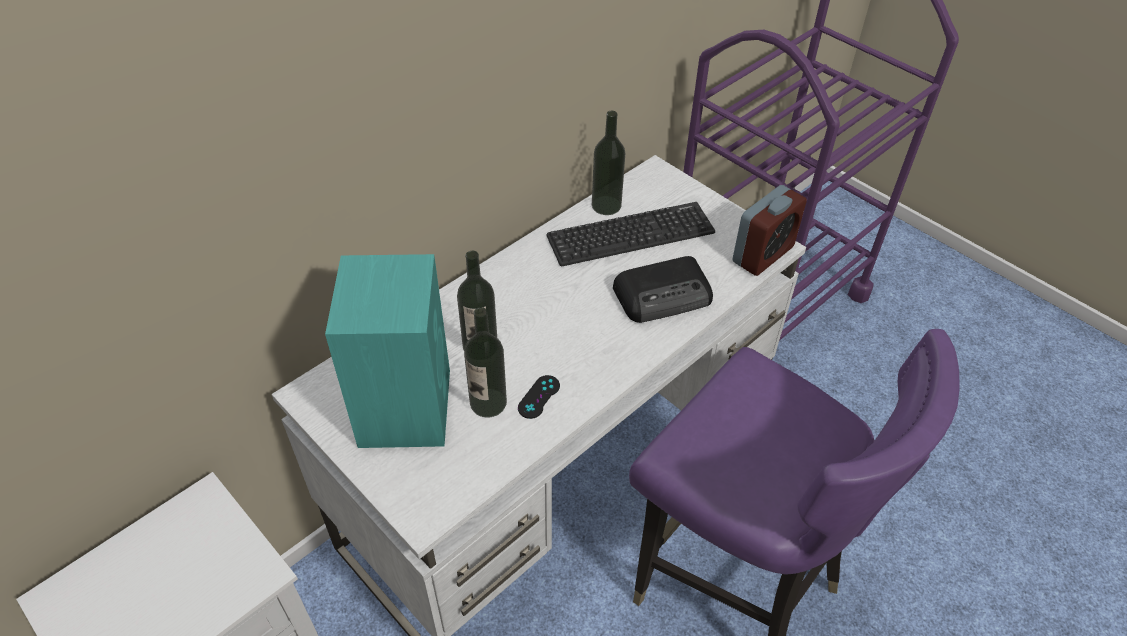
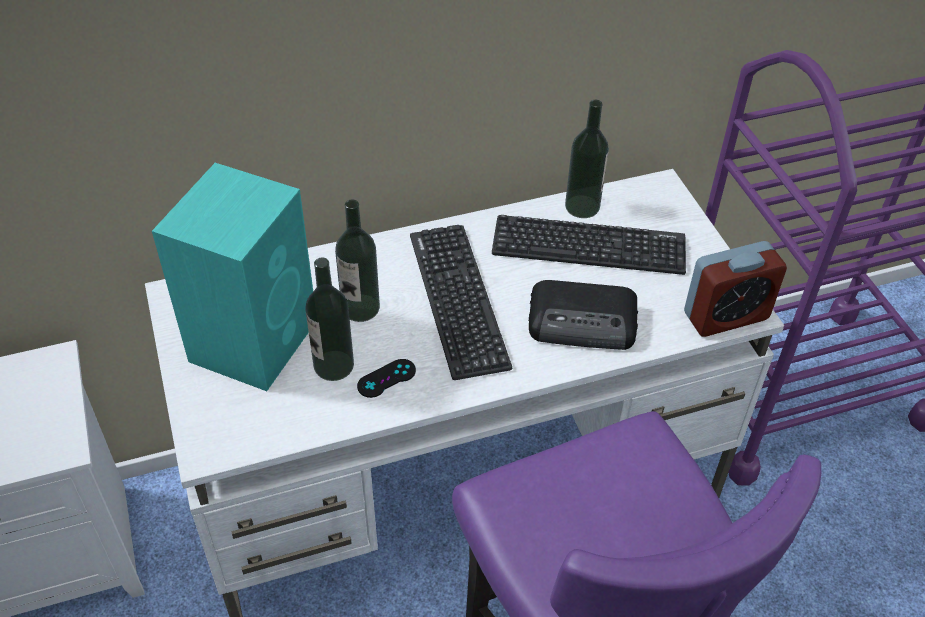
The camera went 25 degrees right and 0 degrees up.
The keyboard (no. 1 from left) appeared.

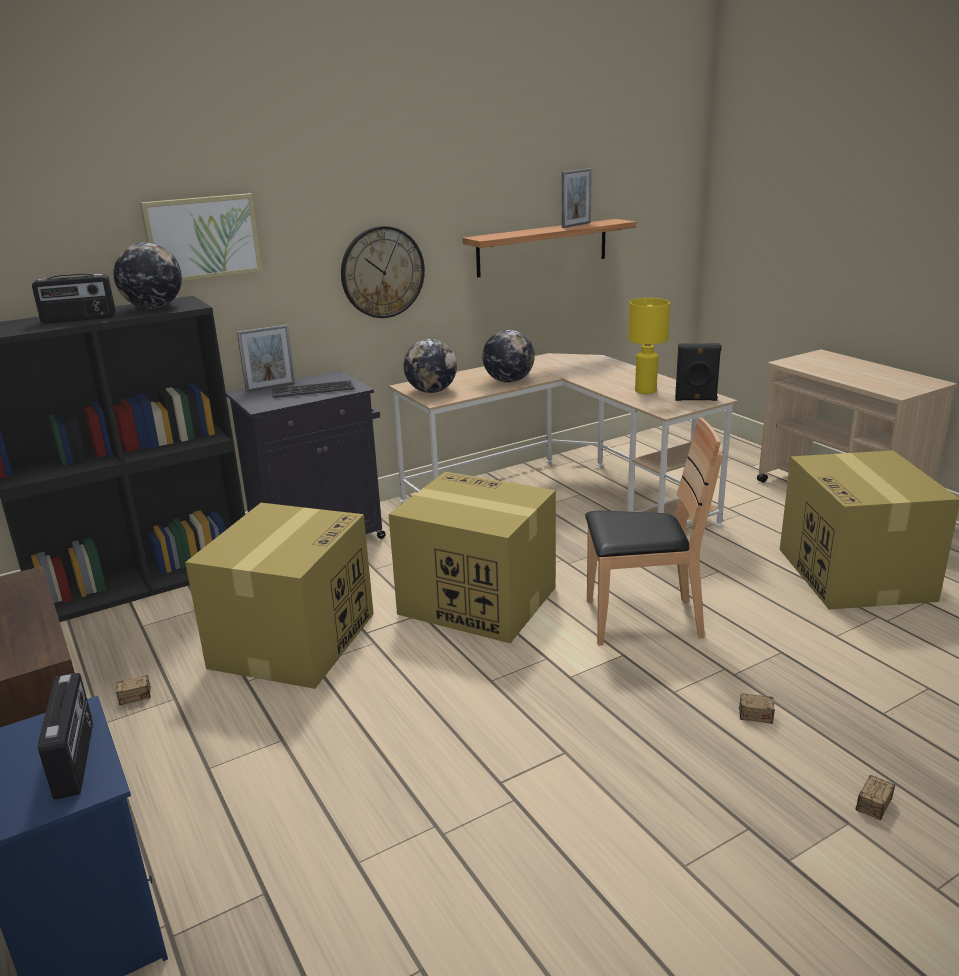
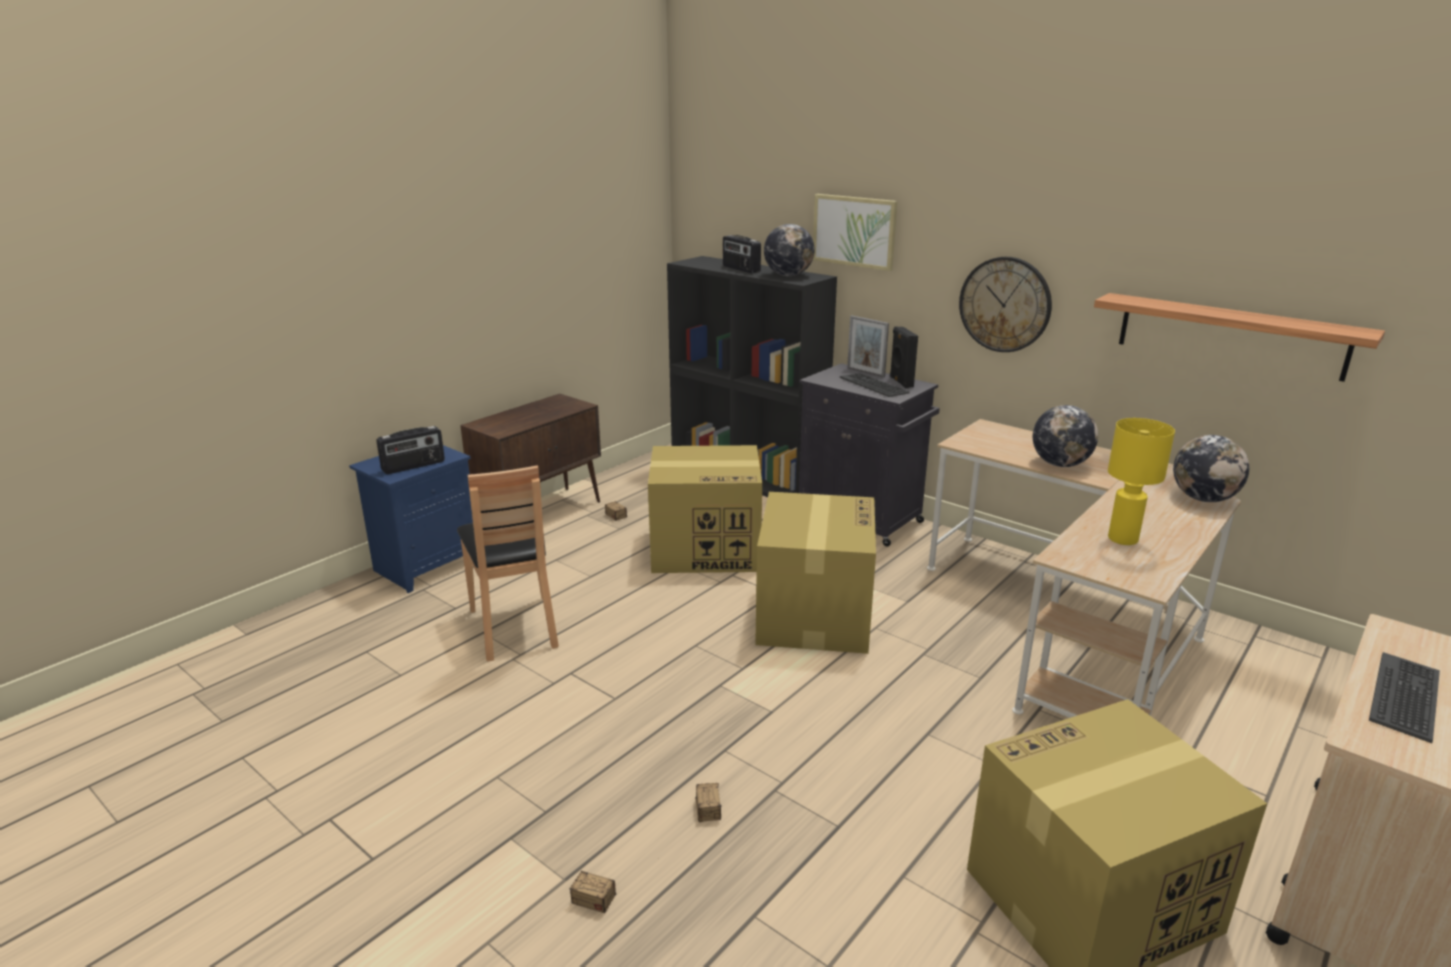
The camera went 70 degrees right and 0 degrees up.
The globe (no. 2 from left in the first image) moved.
The picture frame (no. 2 from left) disappeared.
The brown chair moved.
The black speaker moved.
The keyboard (no. 2 from left) appeared.

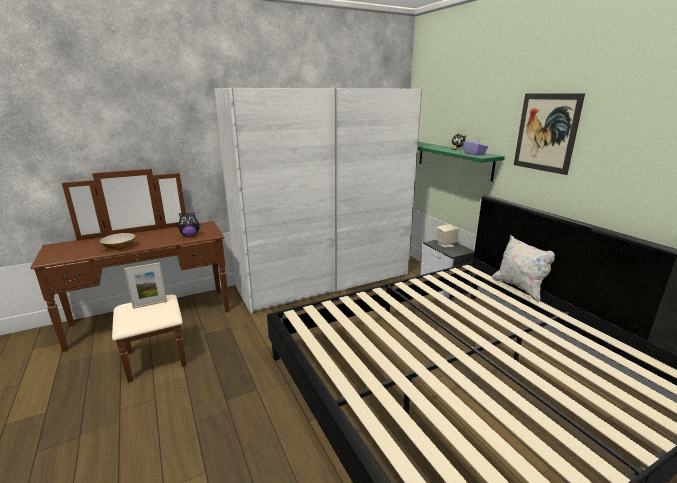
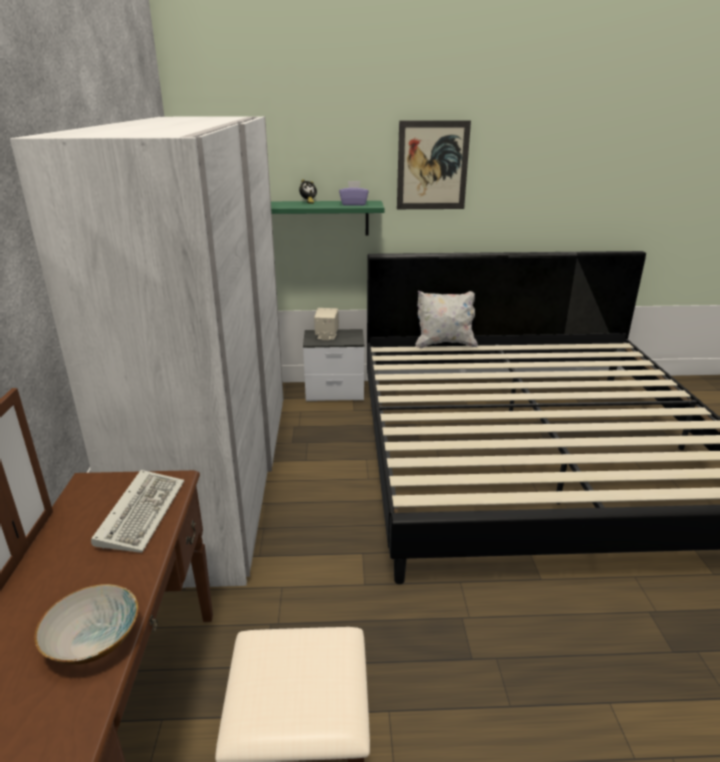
The camera went 65 degrees left and 5 degrees up.
The picture frame disappeared.
The plush toy was replaced by the keyboard.

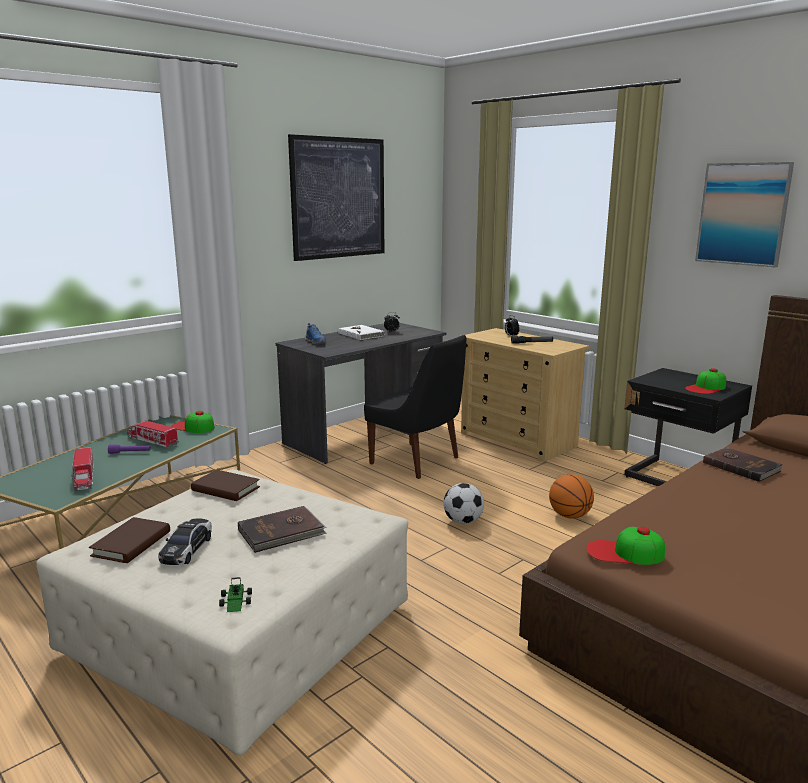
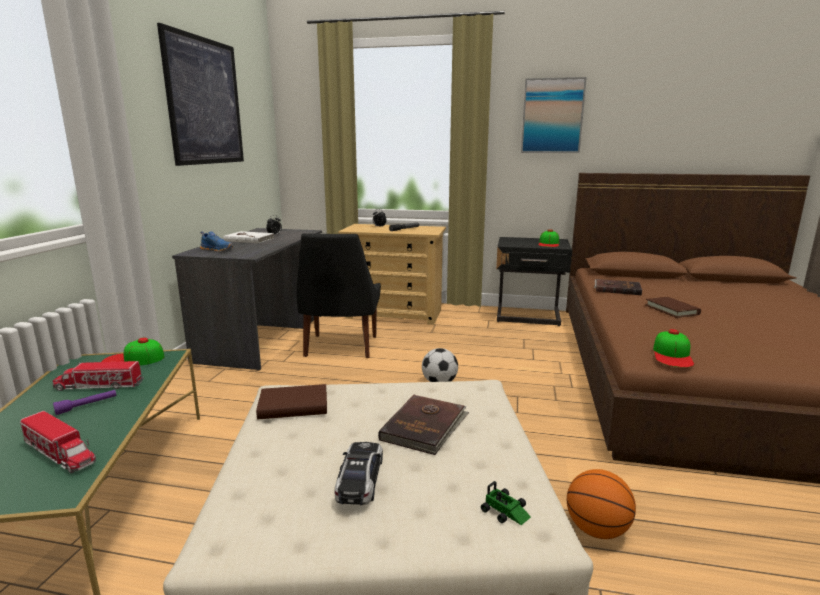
The camera went 35 degrees left and 0 degrees up.
The brown book (no. 1 from left in the first image) moved.
The toy car (no. 1 from left) turned 150 degrees counterclockwise.
The black chair turned 90 degrees clockwise.
The basketball moved.
The cap (no. 2 from left in the first image) turned 45 degrees counterclockwise.

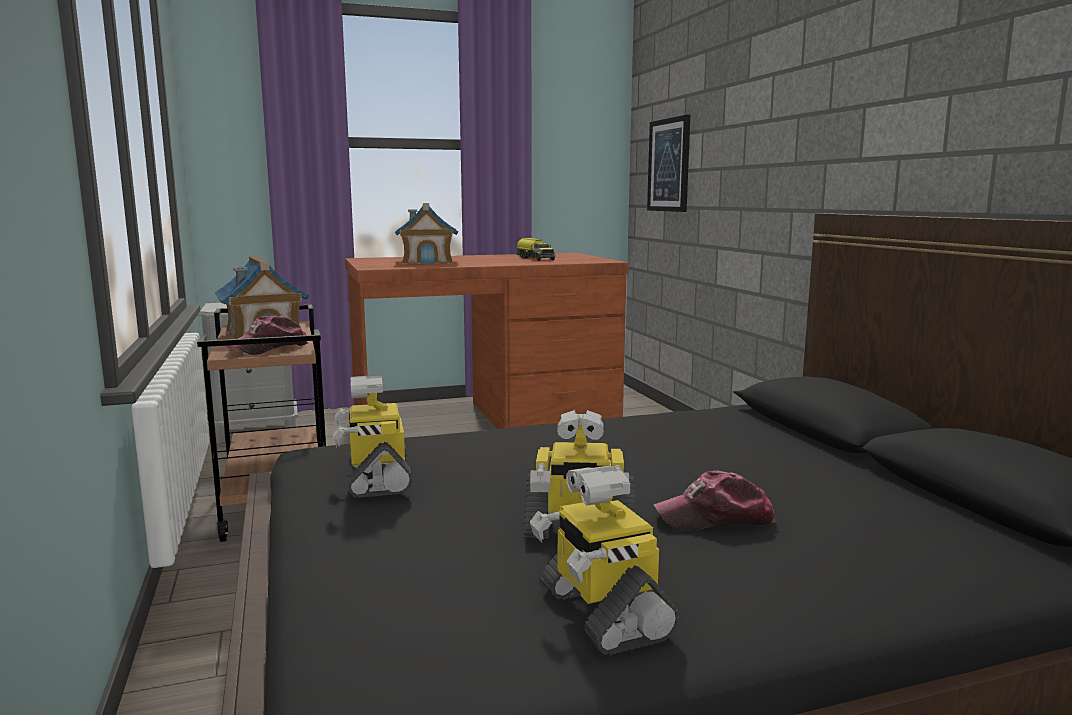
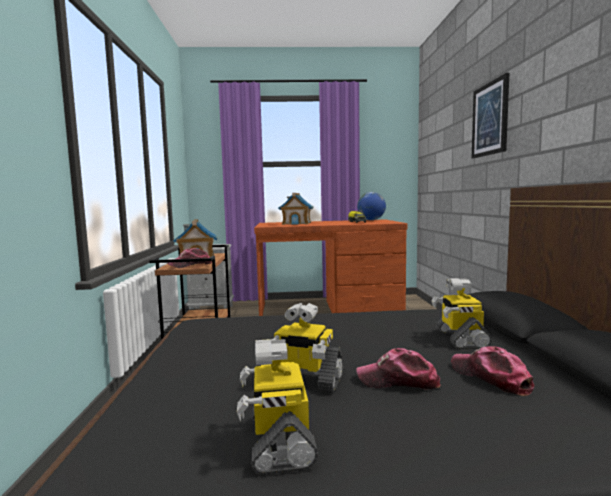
The camera went 15 degrees right and 5 degrees down.
The toy robot (no. 1 from left in the first image) moved.
The picture moved.
The globe appeared.
The cap (no. 3 from left) appeared.

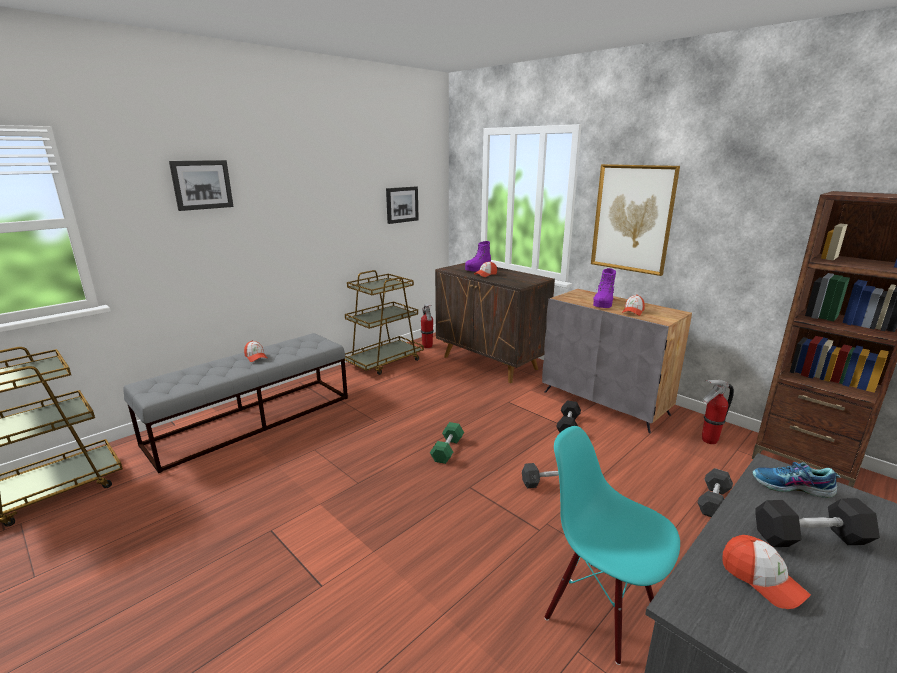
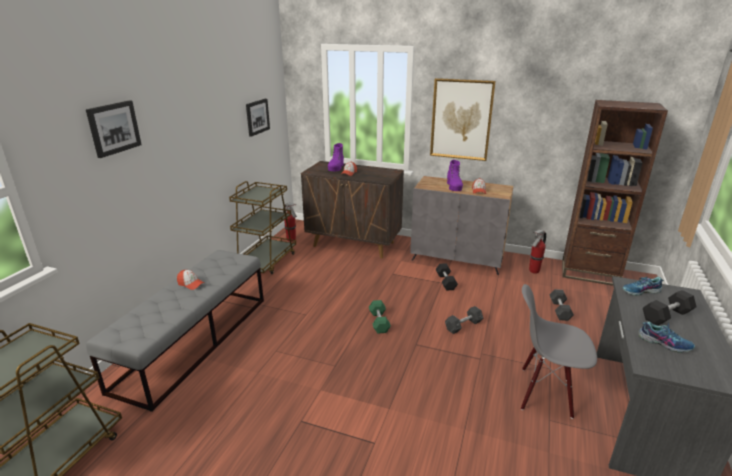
The camera went 25 degrees left and 5 degrees up.
The turquoise chair became the grey chair.
The cap (no. 4 from left) was replaced by the shoe (no. 2 from left).

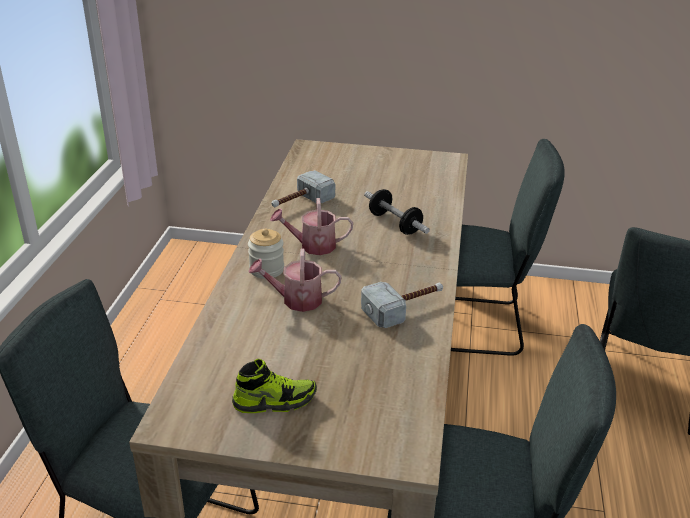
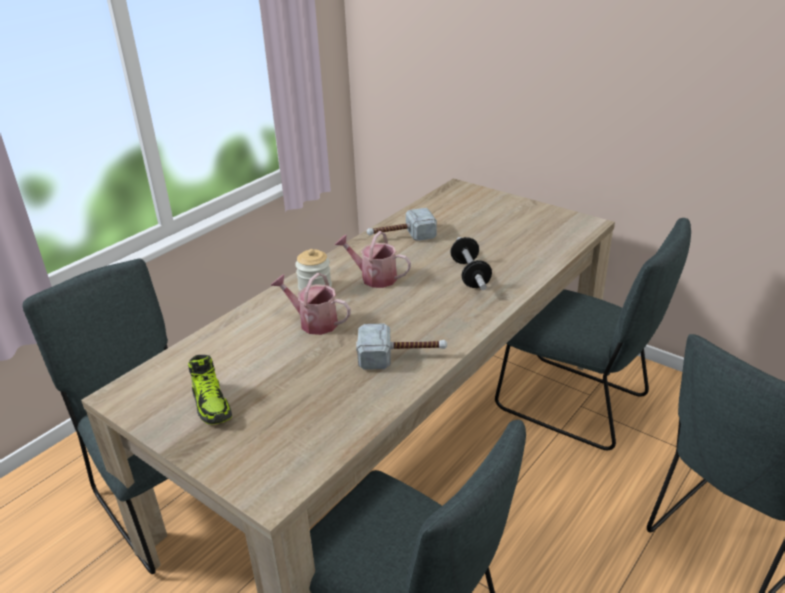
The camera went 30 degrees right and 0 degrees up.
The shoe turned 45 degrees clockwise.

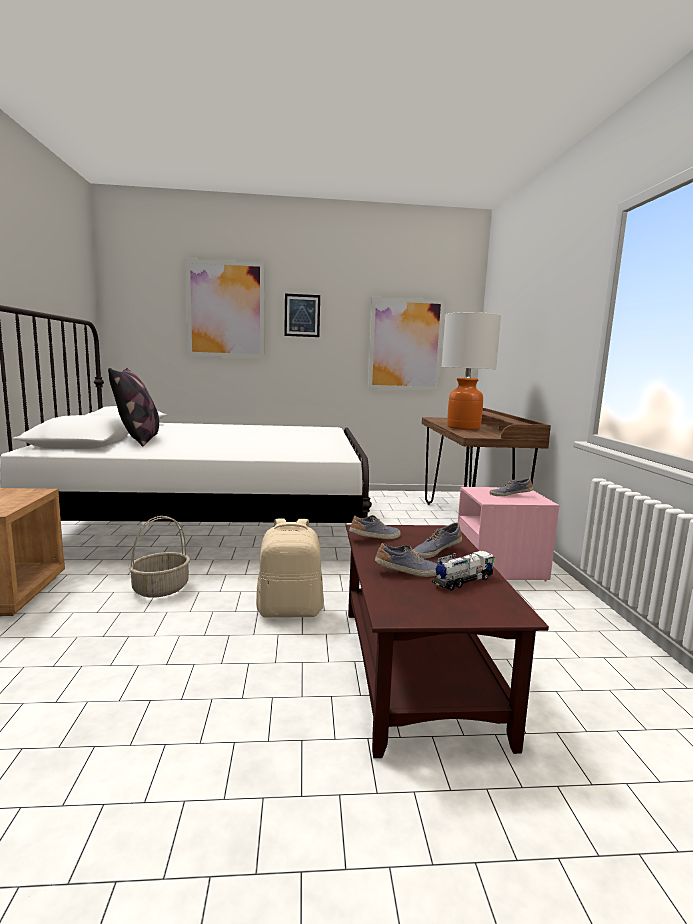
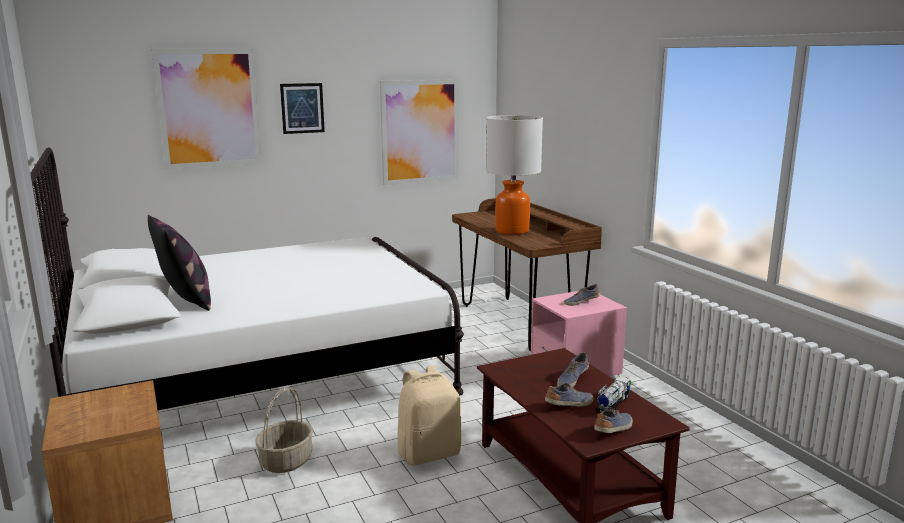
The camera went 20 degrees left and 5 degrees up.
The shoe (no. 1 from left in the first image) moved.

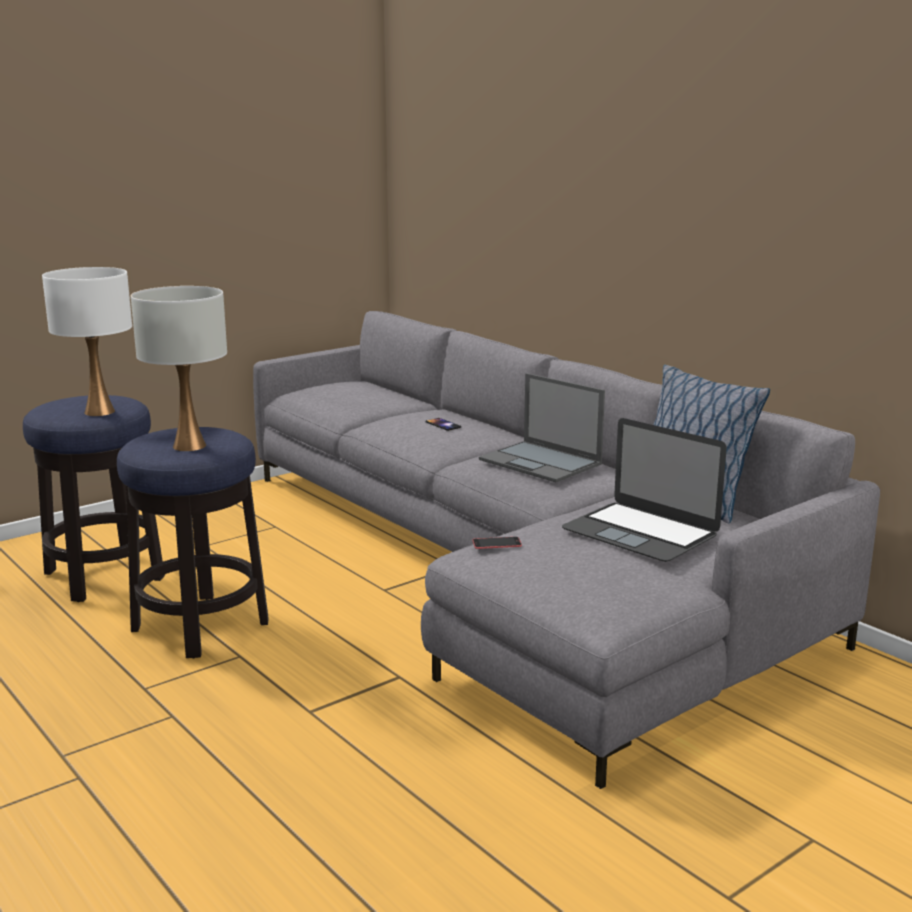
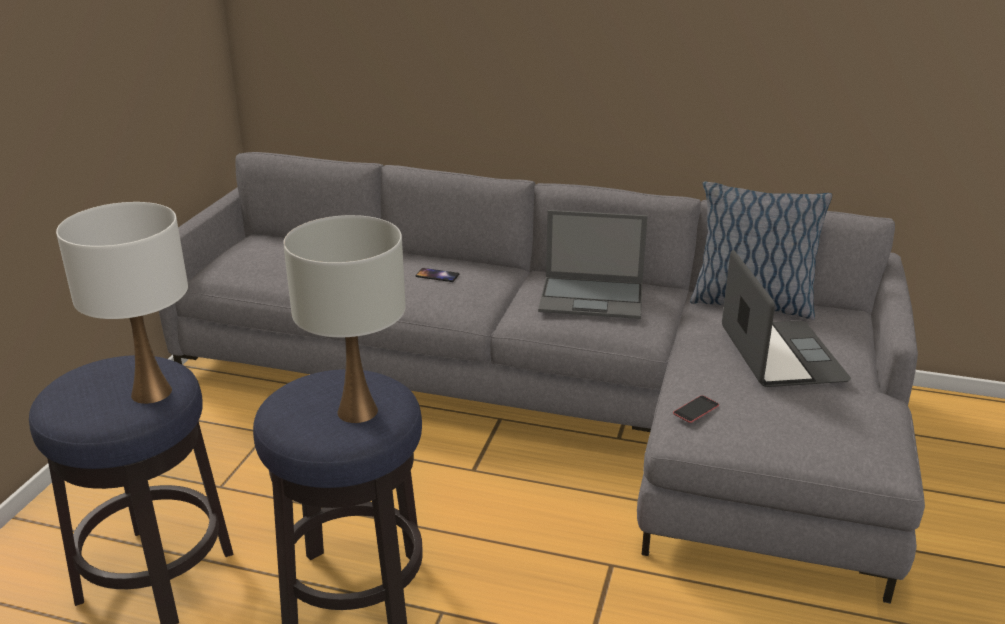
The camera went 35 degrees left and 10 degrees up.
The laptop (no. 2 from left) turned 105 degrees counterclockwise.

